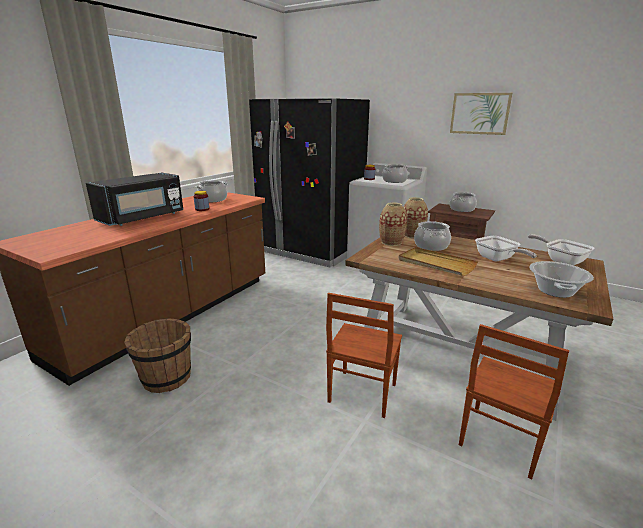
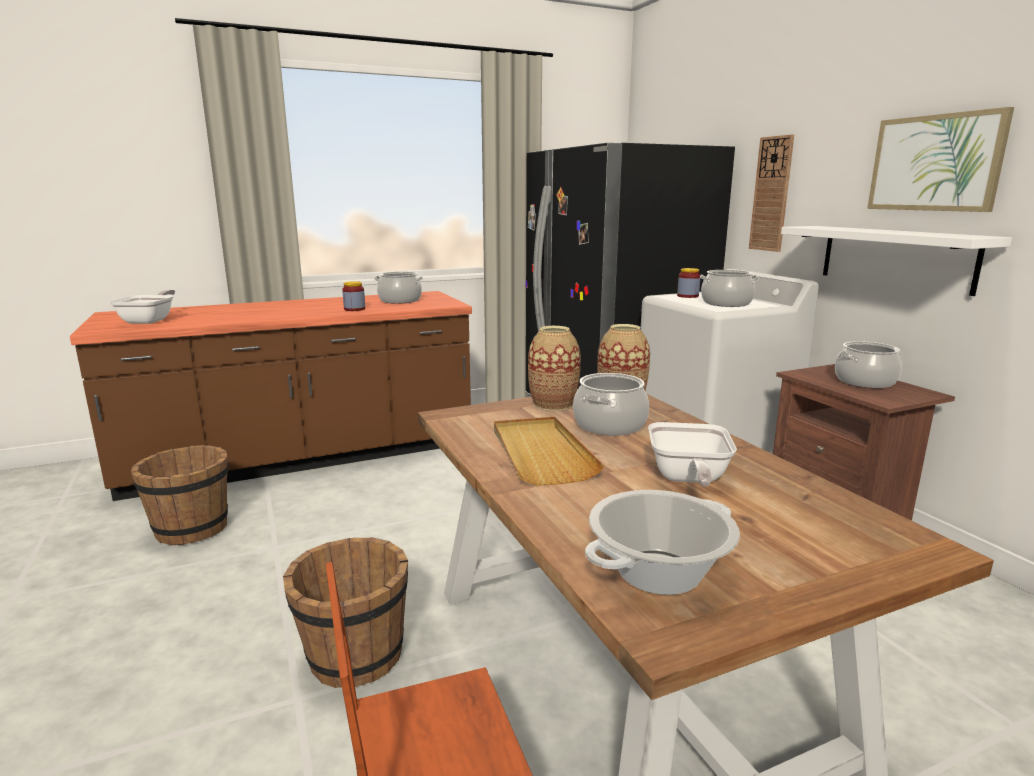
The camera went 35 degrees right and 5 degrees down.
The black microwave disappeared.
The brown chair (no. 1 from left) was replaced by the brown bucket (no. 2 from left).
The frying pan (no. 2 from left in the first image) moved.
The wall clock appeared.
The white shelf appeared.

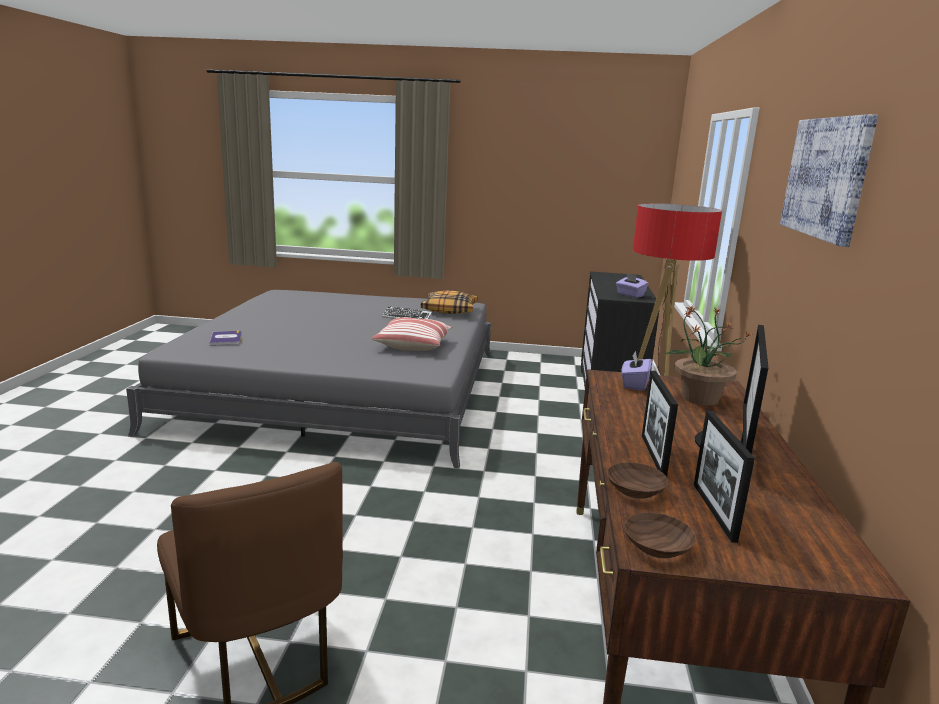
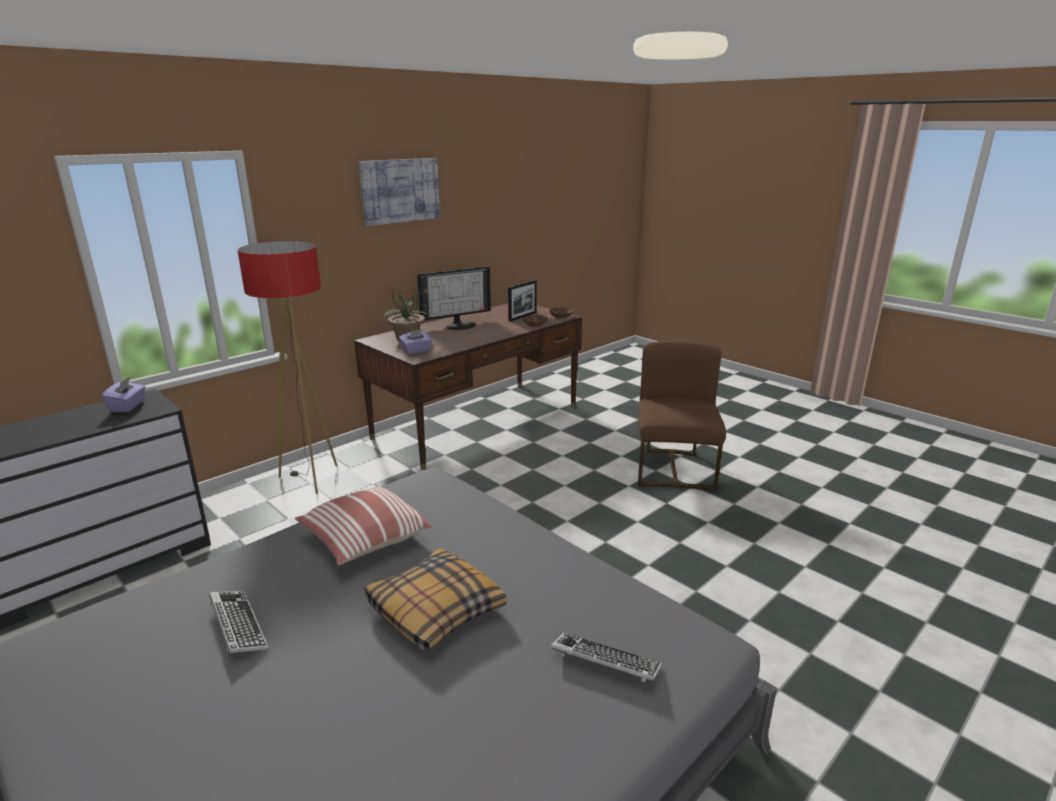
The camera went 140 degrees left and 5 degrees up.
The book was replaced by the keyboard (no. 2 from left).
The pillow (no. 2 from left) moved.
The picture frame (no. 1 from left) disappeared.

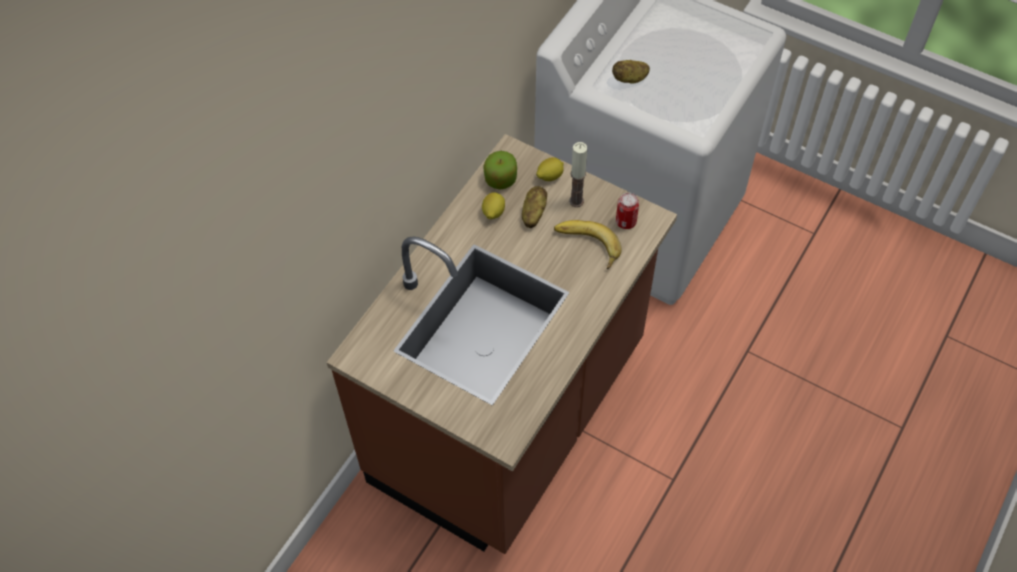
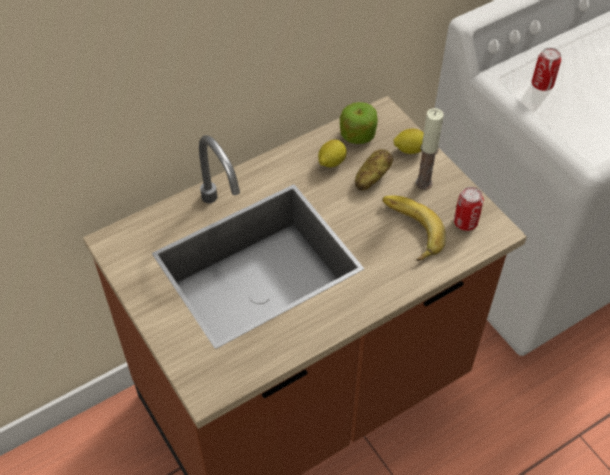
The camera went 25 degrees right and 5 degrees down.
The potato (no. 2 from left) was replaced by the can (no. 2 from left).

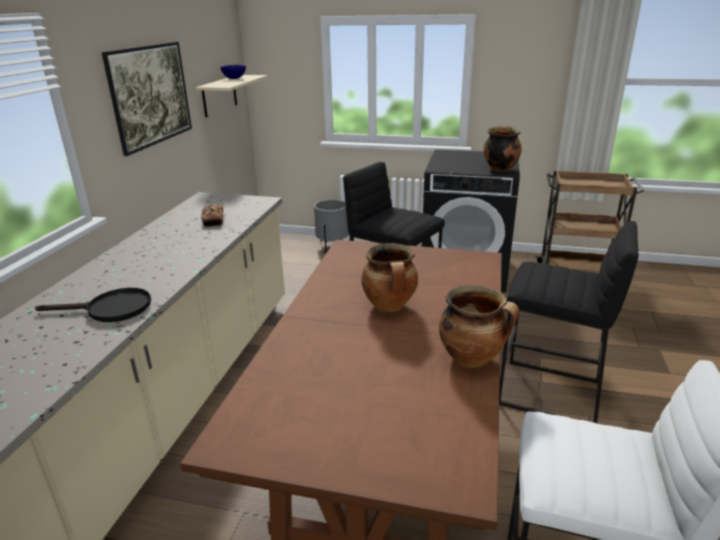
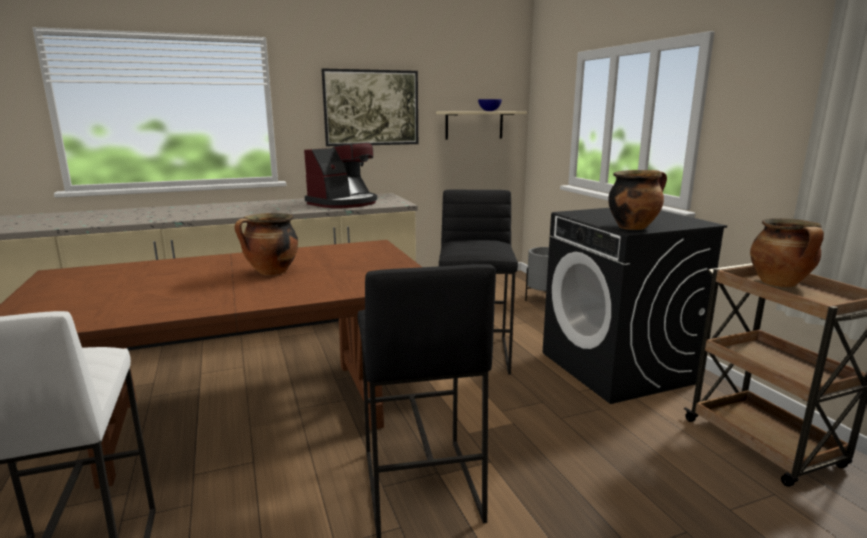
The camera went 55 degrees right and 10 degrees down.
The black frying pan disappeared.
The bread was replaced by the coffee machine.
The cooking pot (no. 2 from left in the first image) moved.

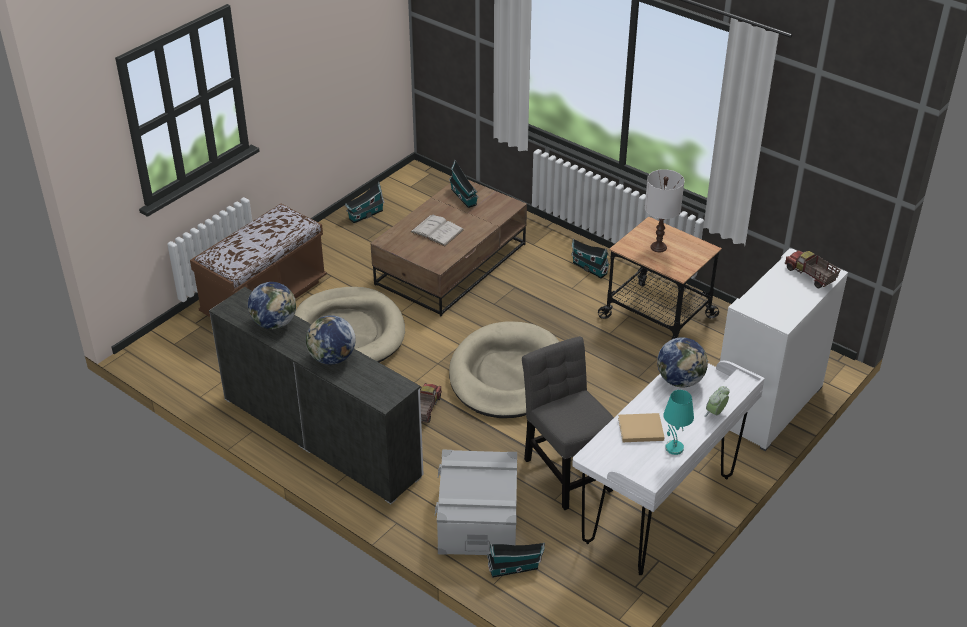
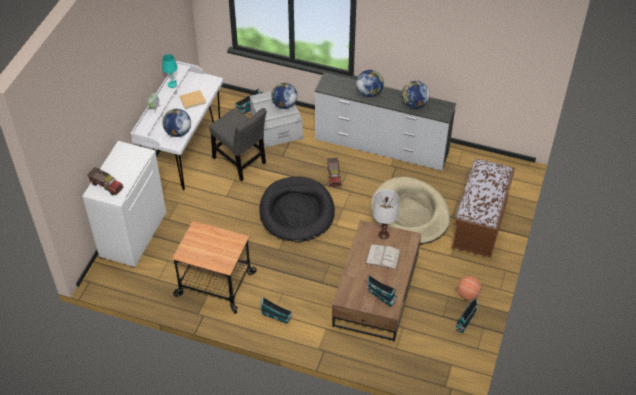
The camera went 160 degrees right and 10 degrees up.
The beige dog bed (no. 2 from left) became the black dog bed.
The white table lamp moved.
The globe (no. 2 from left) appeared.
The basketball appeared.

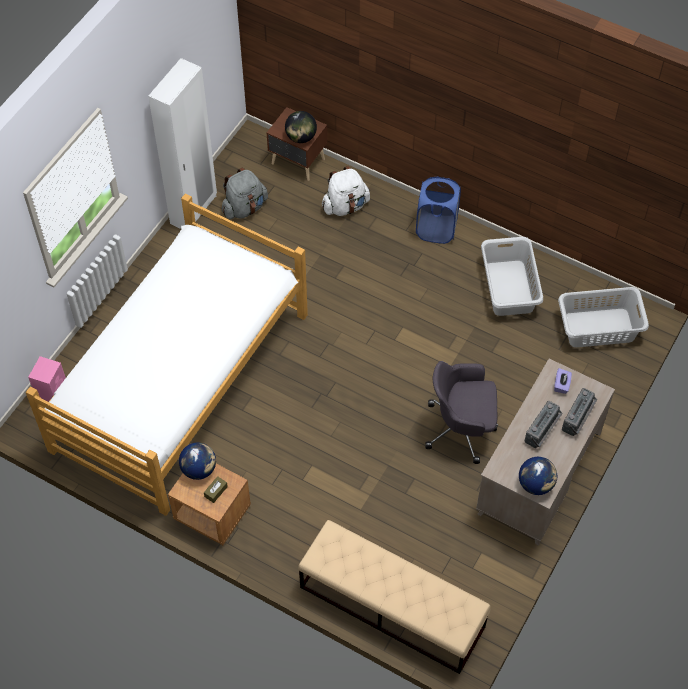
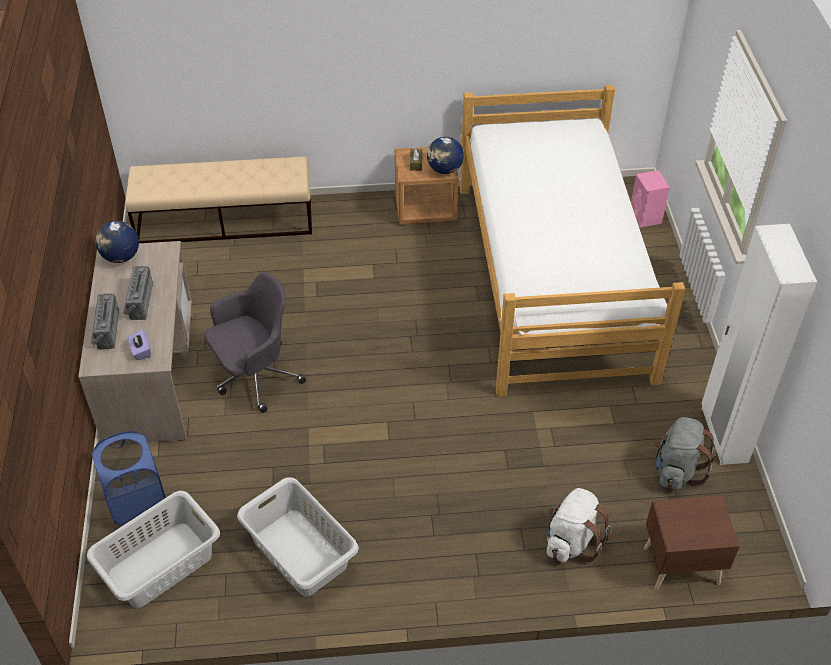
The camera went 145 degrees right and 10 degrees down.
The globe (no. 2 from left) disappeared.
The blue laundry basket moved.

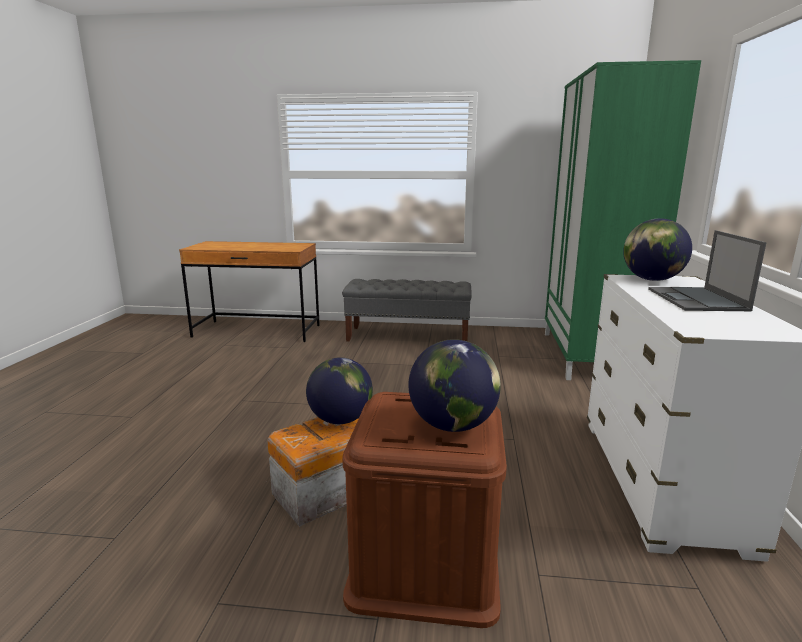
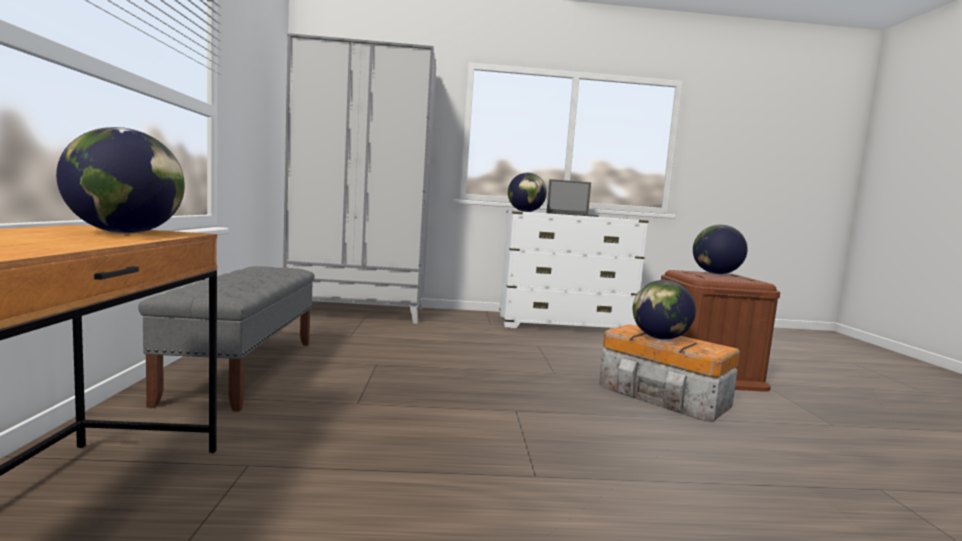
The camera went 100 degrees left and 10 degrees down.
The green wardrobe became the grey wardrobe.
The globe (no. 1 from left) appeared.

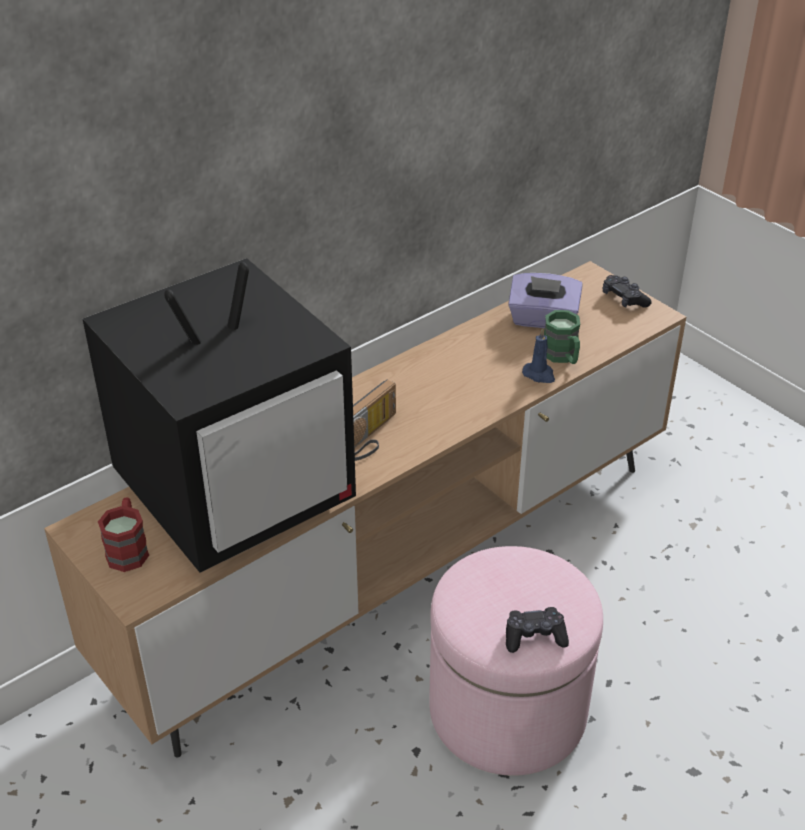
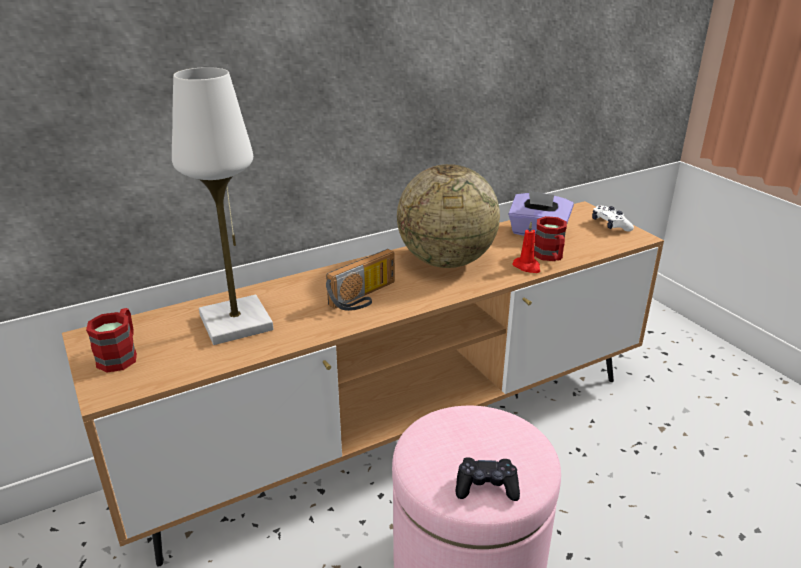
The camera went 10 degrees right and 10 degrees down.
The television was replaced by the white table lamp.
The blue candle became the red candle.
The green mug became the red mug (no. 2 from left).
The black game controller (no. 2 from left) became the white game controller.
The globe appeared.

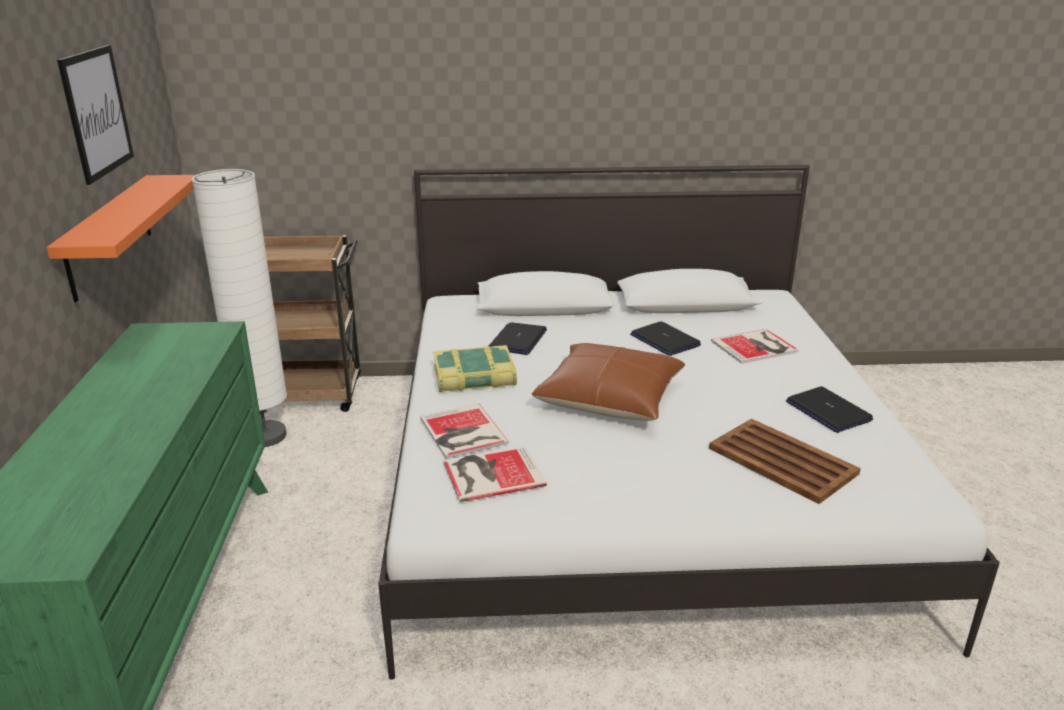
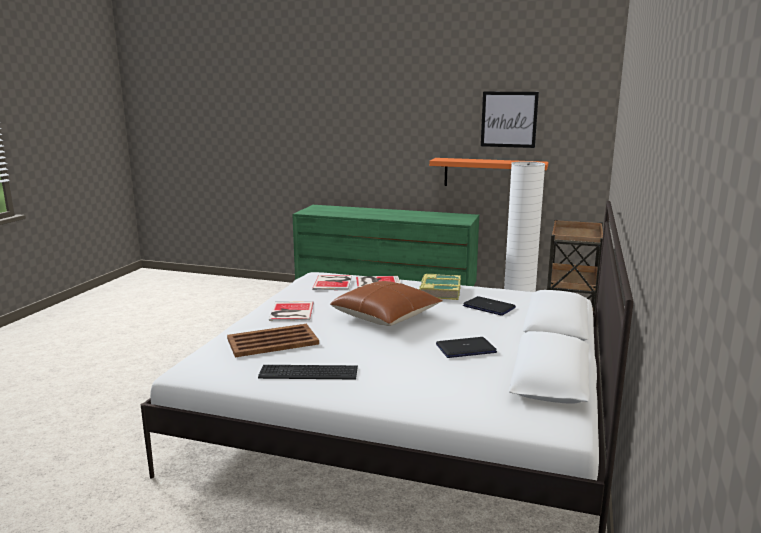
The camera went 110 degrees right and 10 degrees down.
The book (no. 4 from left in the first image) moved.
The laptop (no. 3 from left) was replaced by the keyboard.

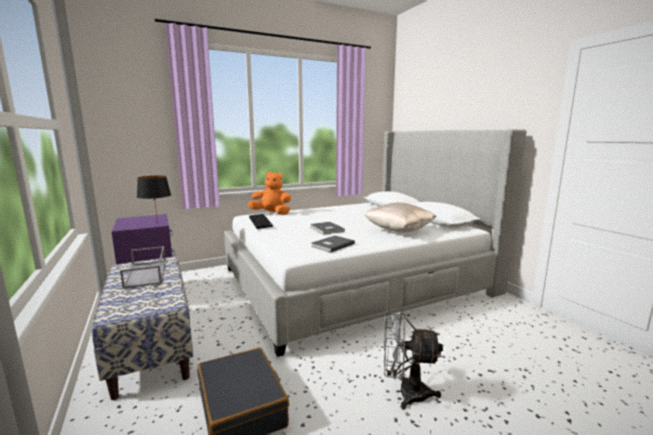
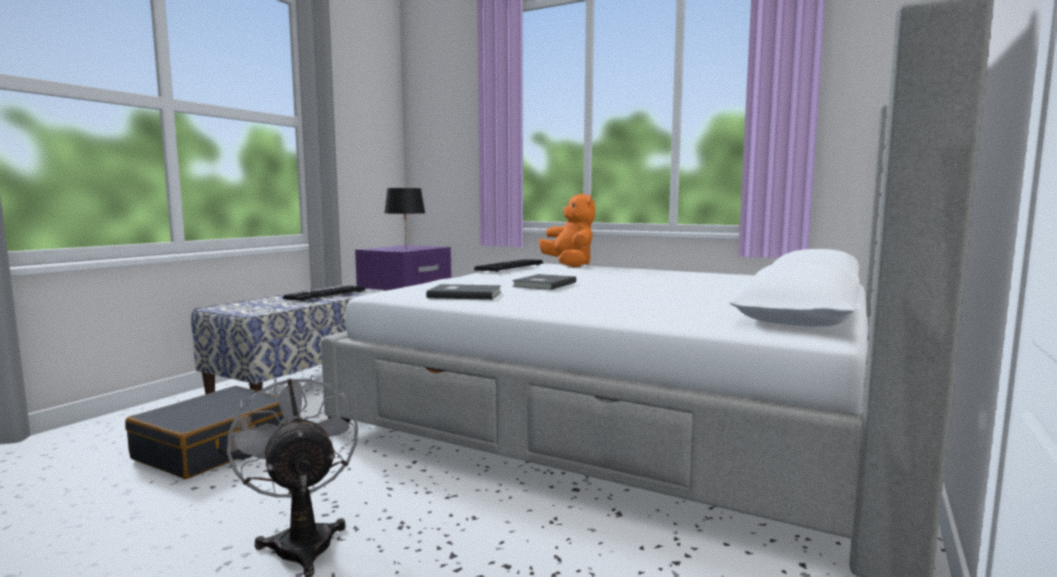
The camera went 55 degrees right and 5 degrees down.
The grey tray was replaced by the keyboard (no. 1 from left).
The beige pillow disappeared.

